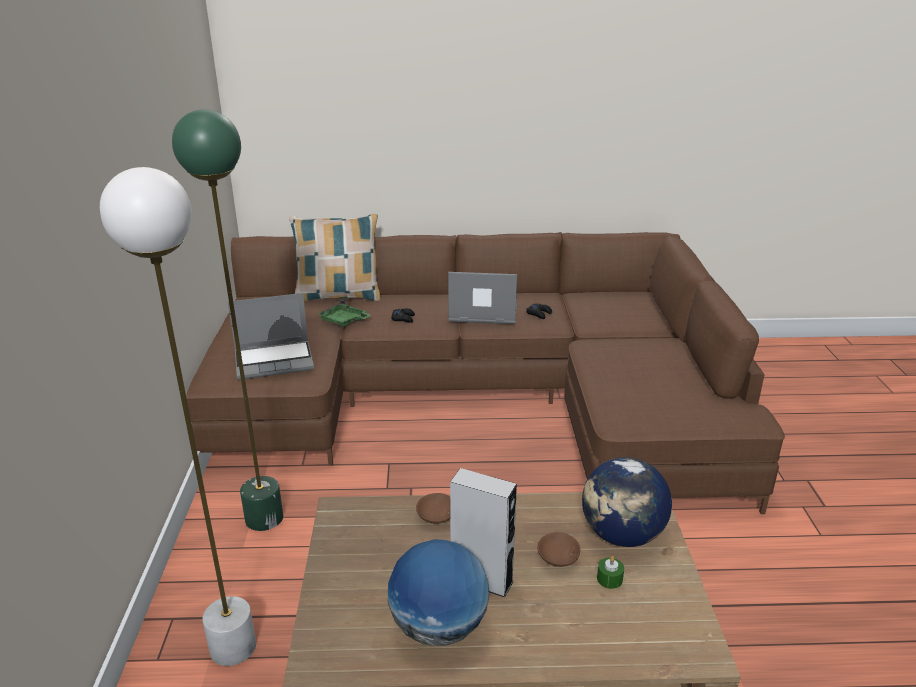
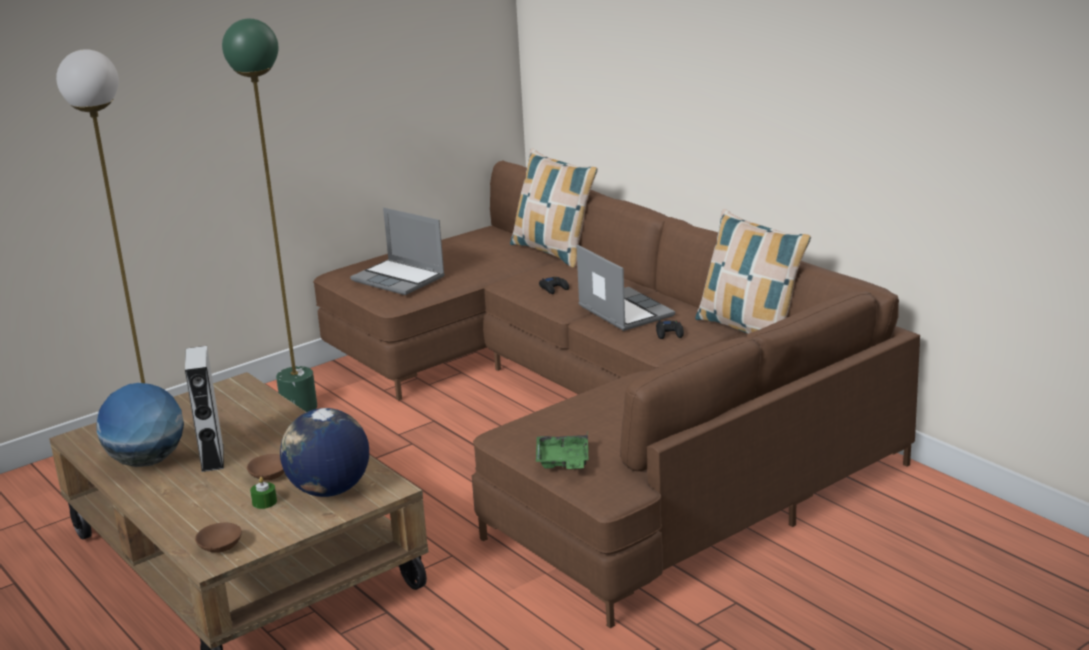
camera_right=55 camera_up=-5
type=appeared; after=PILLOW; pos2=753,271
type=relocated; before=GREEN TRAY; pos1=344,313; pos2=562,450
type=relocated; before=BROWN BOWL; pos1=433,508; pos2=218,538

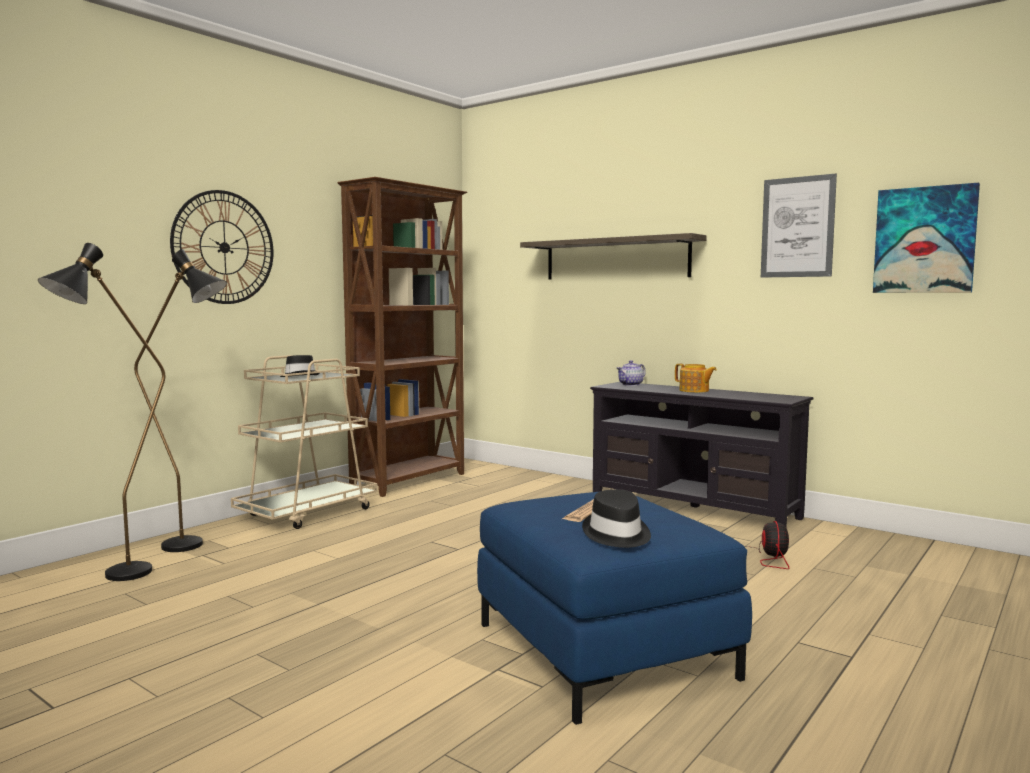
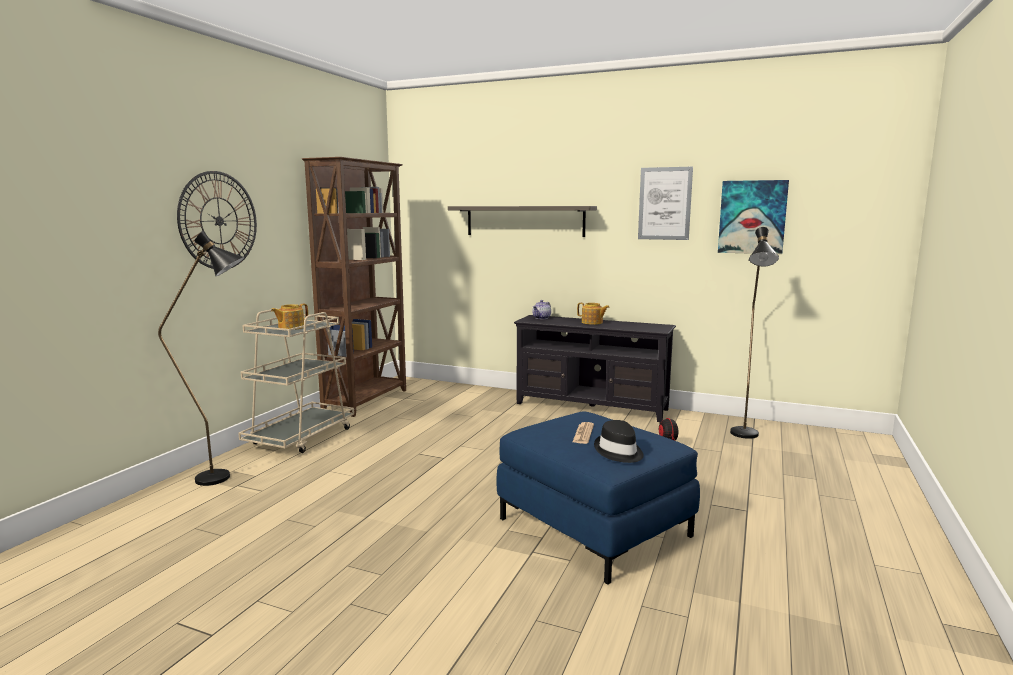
camera_right=-15 camera_up=5
type=relocated; before=BLACK FLOOR LAMP; pos1=101,412; pos2=754,333
type=exchanged; before=BLACK HAT; after=TEAPOT; pos1=299,366; pos2=289,317

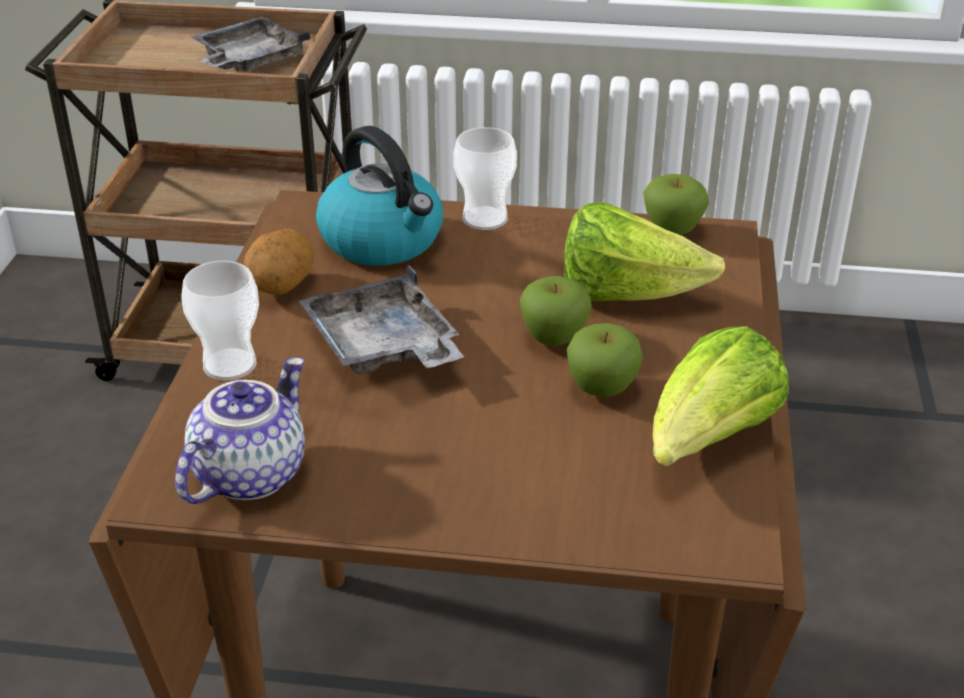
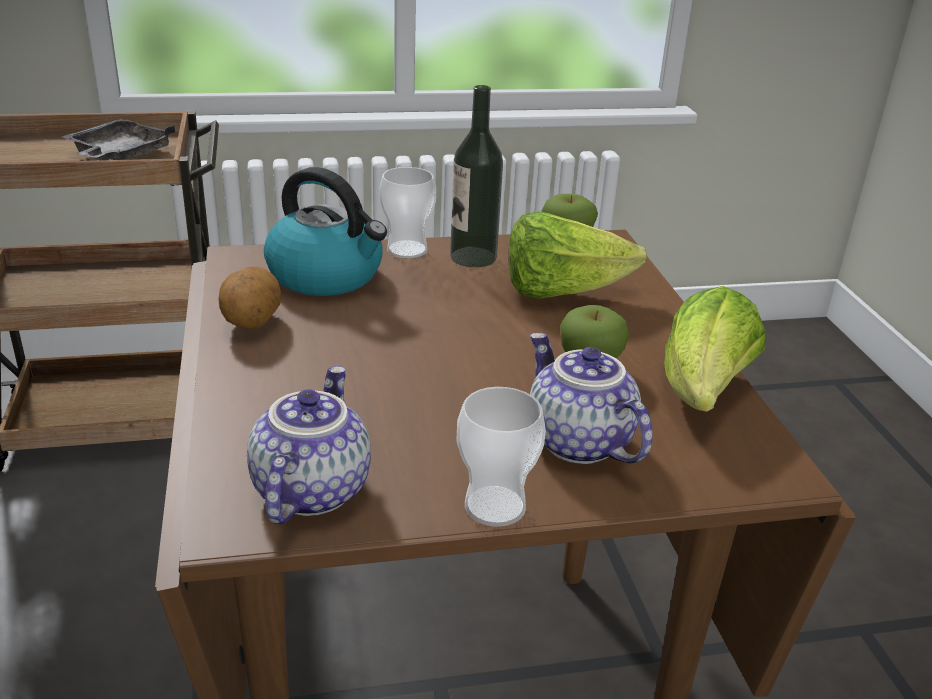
camera_right=-20 camera_up=-5
type=missing; before=GREY TRAY; pos1=381,319
type=missing; before=APPLE; pos1=556,311
type=appeared; after=BOTTLE; pos2=476,176
type=appeared; after=TEAPOT; pos2=591,398
type=relocated; before=CUP; pos1=220,321; pos2=501,457

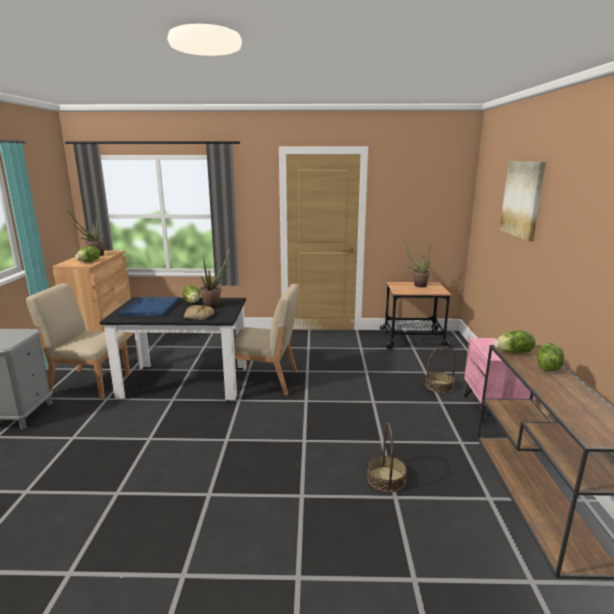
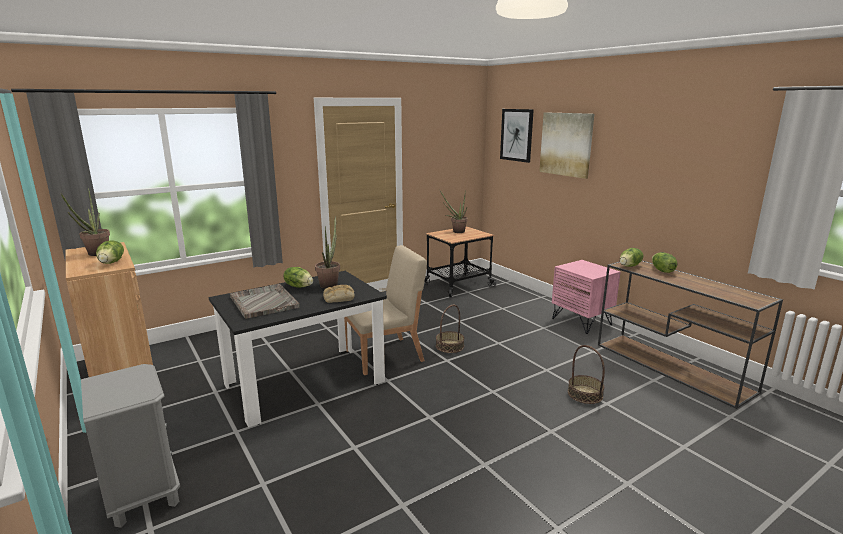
camera_right=-35 camera_up=0
type=missing; before=BEIGE CHAIR; pos1=78,340
type=appeared; after=PICTURE; pos2=517,136
type=relocated; before=BASKET; pos1=440,370; pos2=450,329
type=colour; before=BLUE TRAY; after=GREY TRAY; pos1=149,307; pos2=264,301

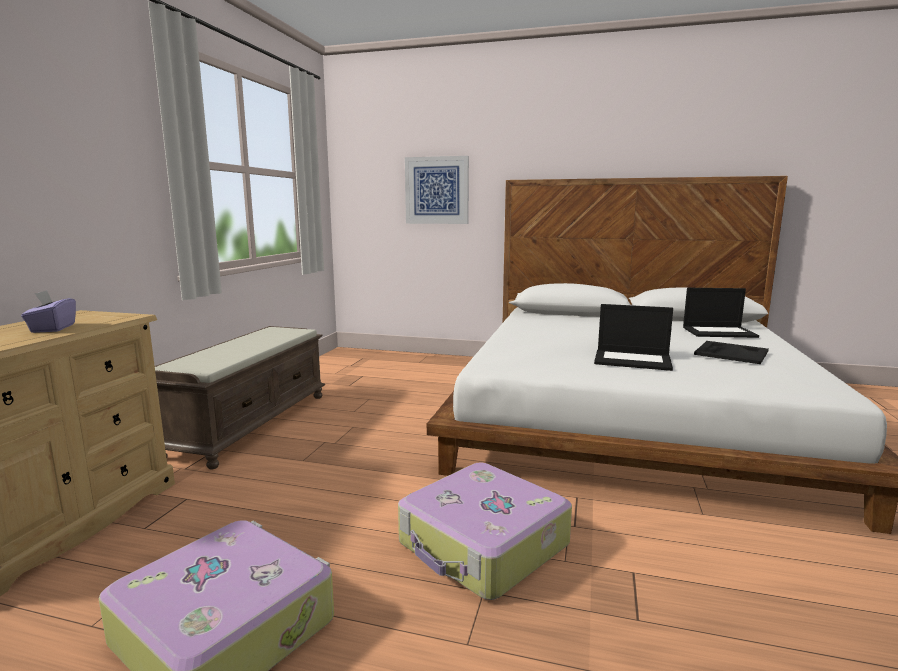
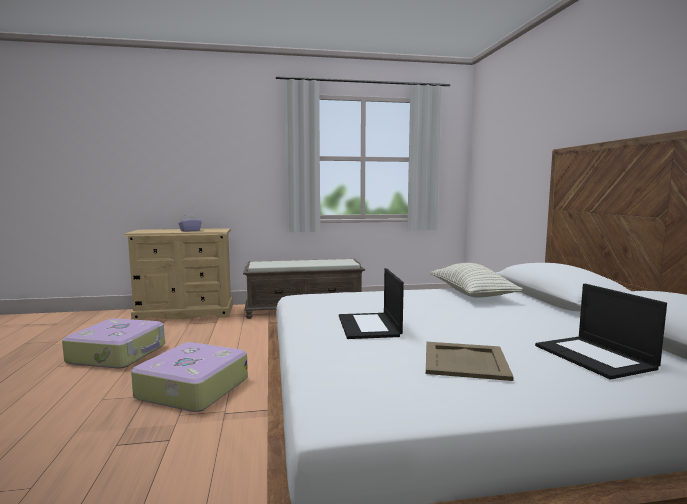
camera_right=65 camera_up=-5
type=missing; before=PICTURE; pos1=437,190
type=appeared; after=PILLOW; pos2=476,280
type=colour; before=BLACK TRAY; after=BEIGE TRAY; pos1=731,352; pos2=470,361

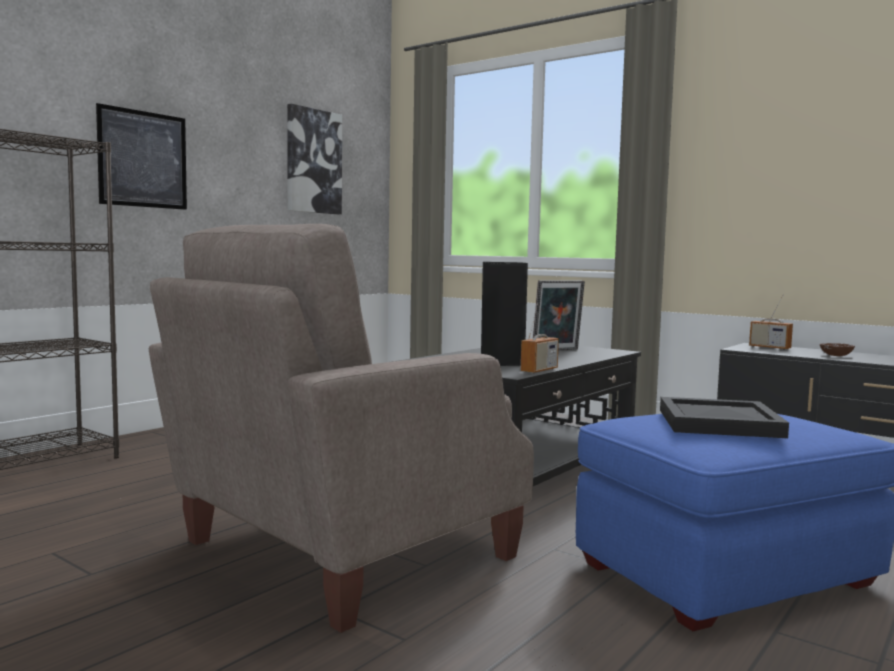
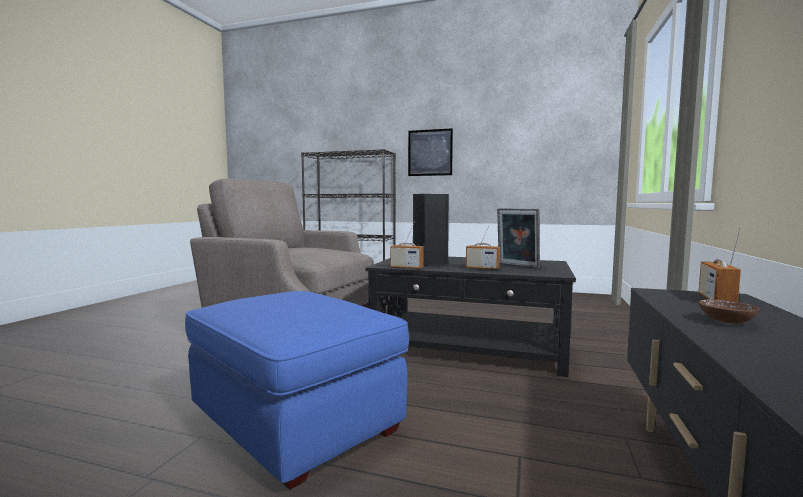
camera_right=70 camera_up=0
type=missing; before=PICTURE; pos1=314,159
type=missing; before=BLACK TRAY; pos1=724,417
type=appeared; after=RADIO; pos2=483,246

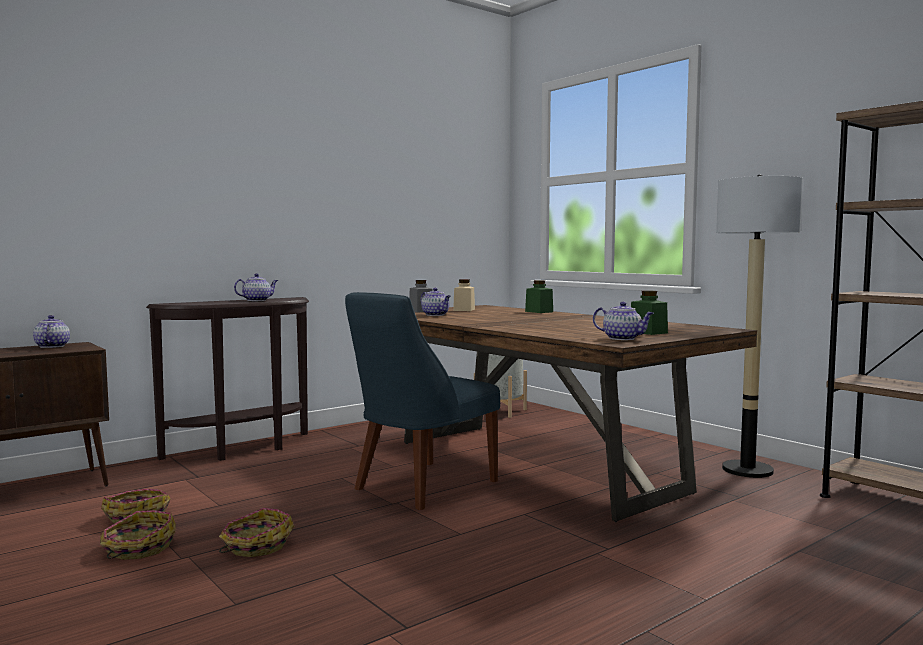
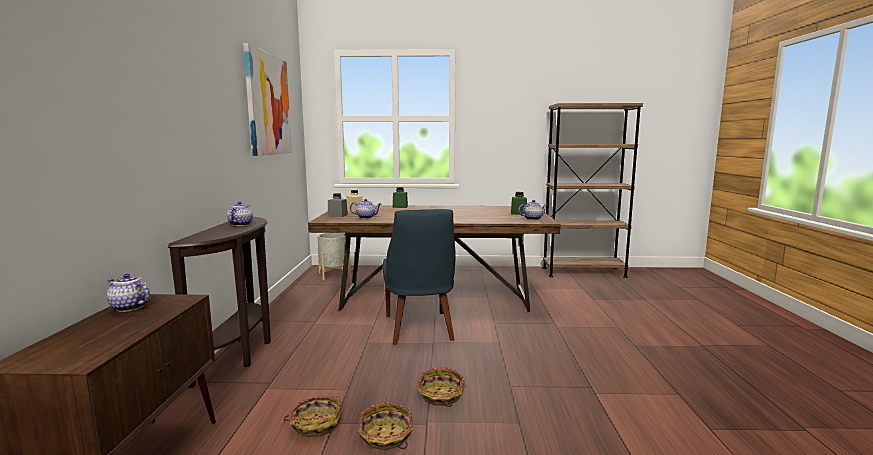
camera_right=-50 camera_up=5
type=missing; before=FLOOR LAMP; pos1=759,326
type=appeared; after=PICTURE; pos2=267,99

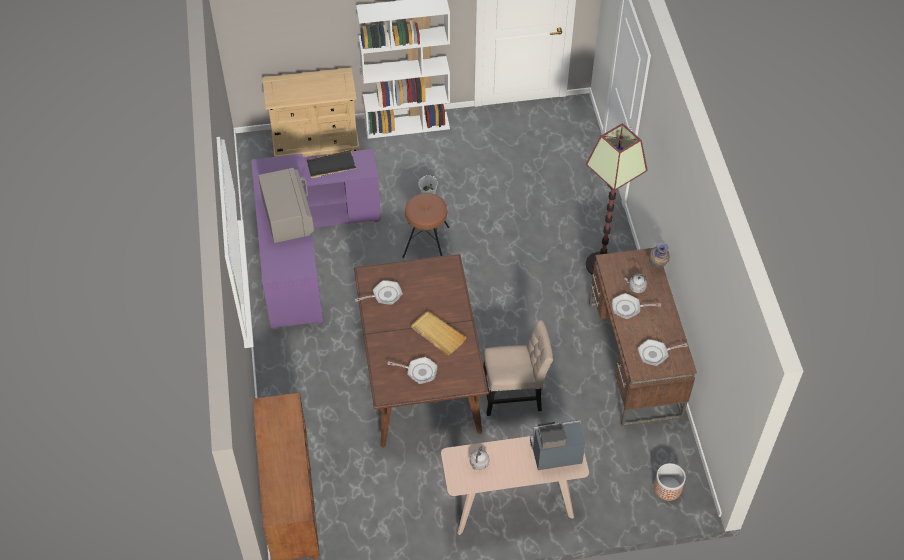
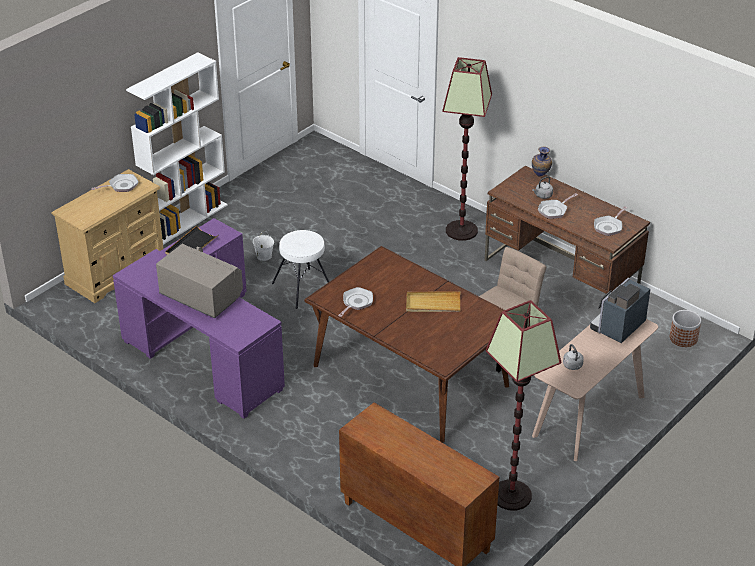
camera_right=-40 camera_up=-15
type=appeared; after=FLOOR LAMP; pos2=523,405
type=relocated; before=FRYING PAN; pos1=412,370; pos2=115,183
type=colour; before=BROWN STOOL; after=WHITE STOOL; pos1=425,225; pos2=300,269

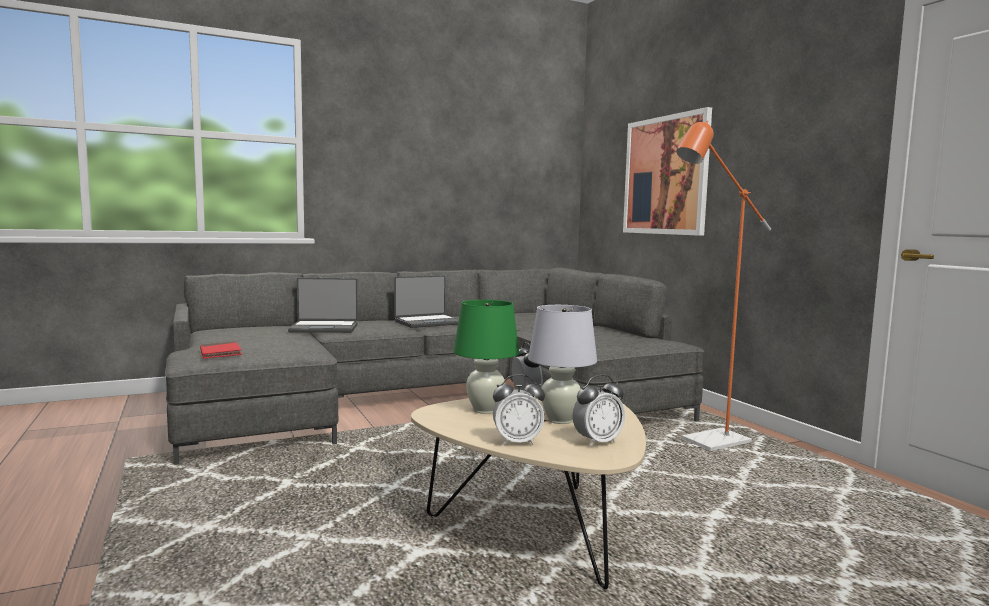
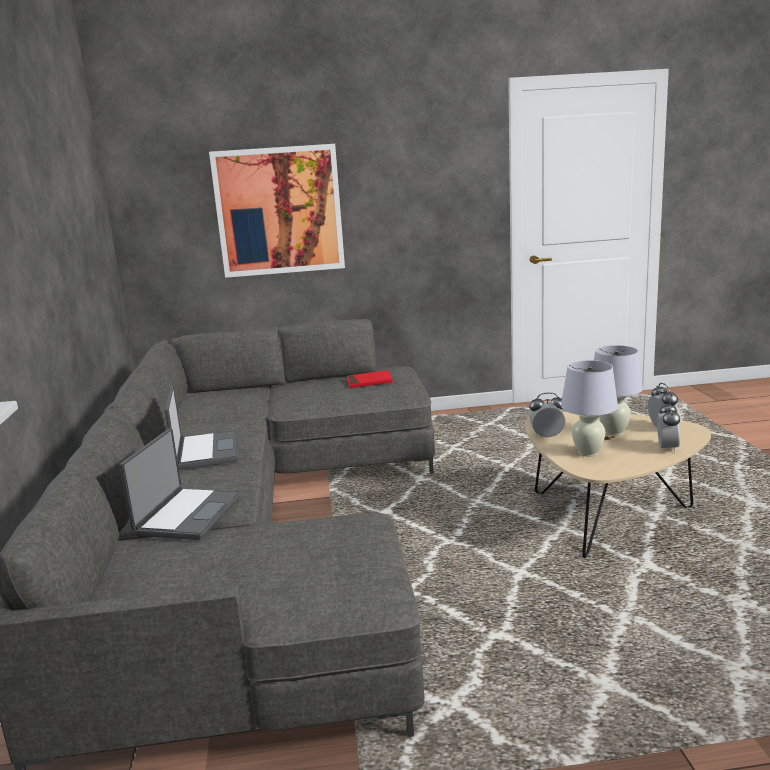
camera_right=-70 camera_up=10
type=missing; before=ORANGE FLOOR LAMP; pos1=723,285
type=relocated; before=RED BOOK; pos1=221,350; pos2=370,379
type=colour; before=GREEN TABLE LAMP; after=WHITE TABLE LAMP; pos1=486,357; pos2=589,408

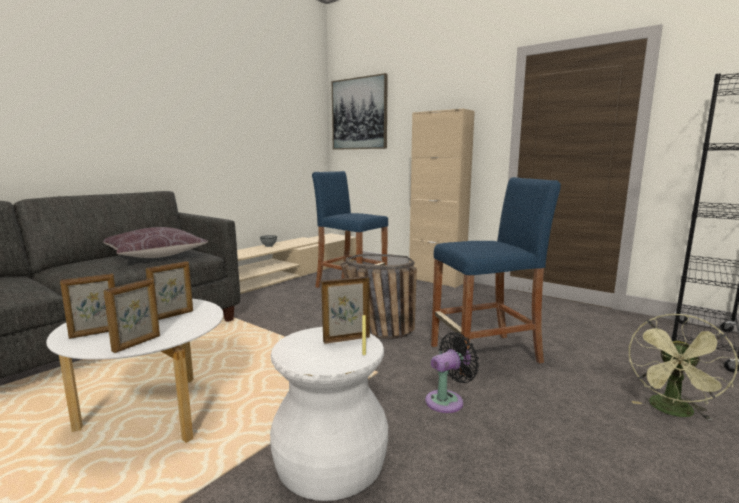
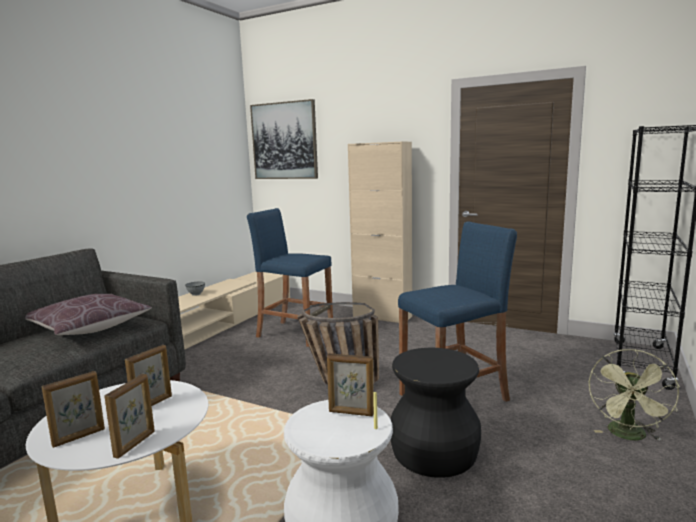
camera_right=-10 camera_up=0
type=exchanged; before=BLACK FAN; after=BLACK STOOL; pos1=452,372; pos2=436,413
type=spun; before=PICTURE FRAME; pos1=345,310; pos2=350,385; turn=-135

